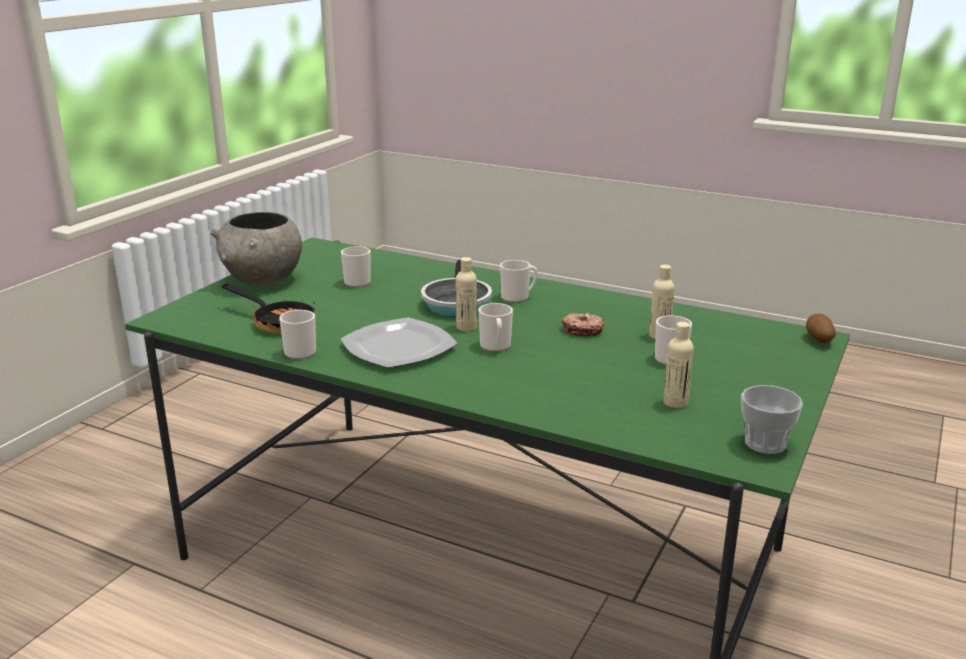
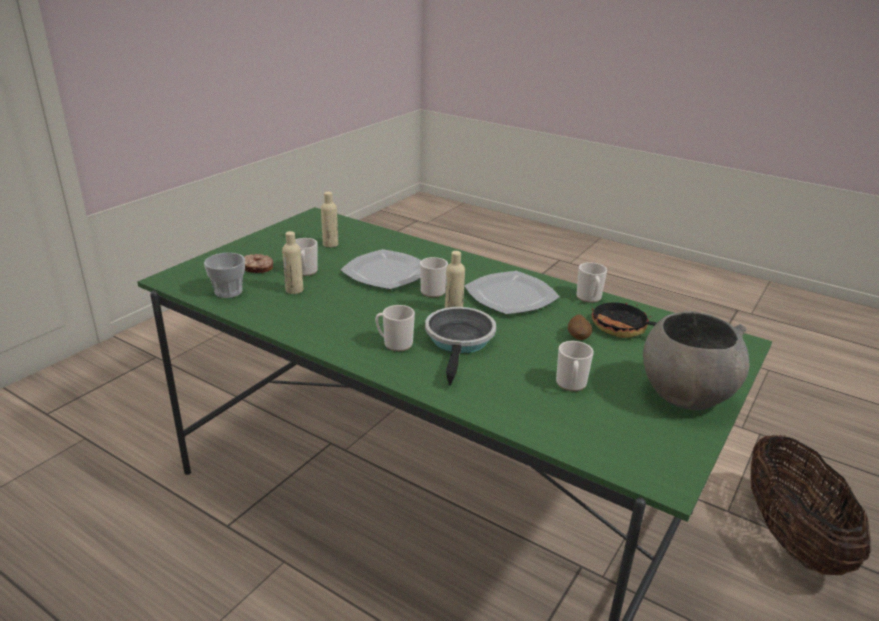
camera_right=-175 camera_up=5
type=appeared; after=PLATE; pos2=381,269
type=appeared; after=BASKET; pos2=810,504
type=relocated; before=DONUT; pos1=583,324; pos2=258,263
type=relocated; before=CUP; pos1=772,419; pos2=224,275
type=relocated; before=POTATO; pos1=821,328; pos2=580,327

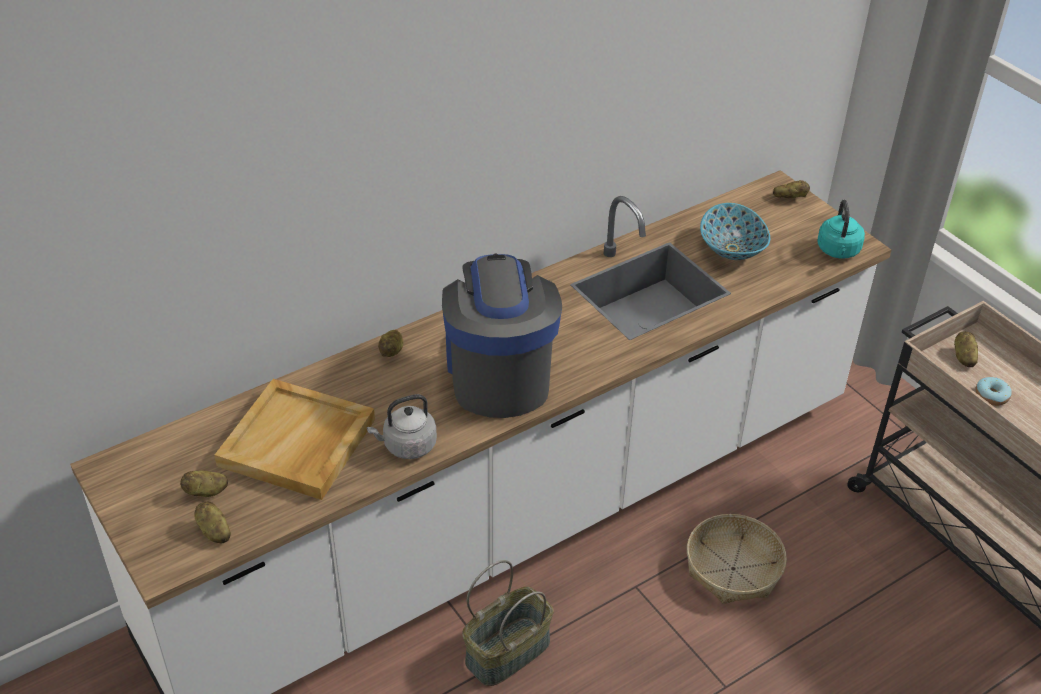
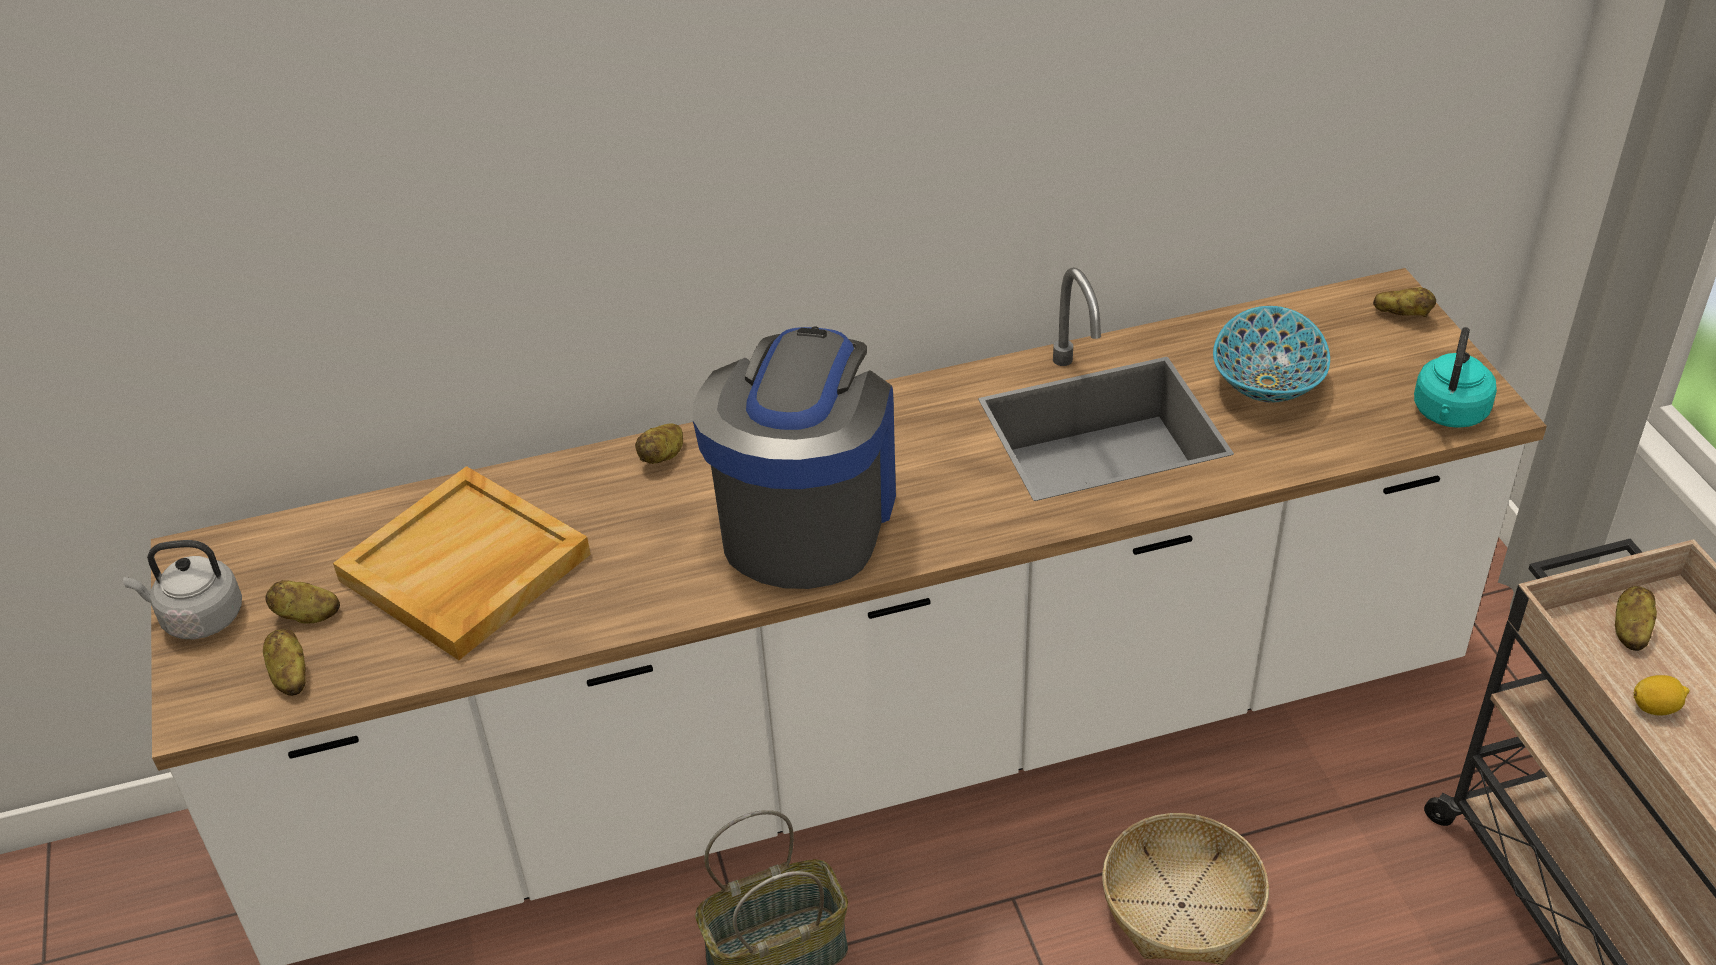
camera_right=20 camera_up=0
type=relocated; before=GREY KETTLE; pos1=402,426; pos2=182,589
type=exchanged; before=DONUT; after=LEMON; pos1=993,391; pos2=1661,695

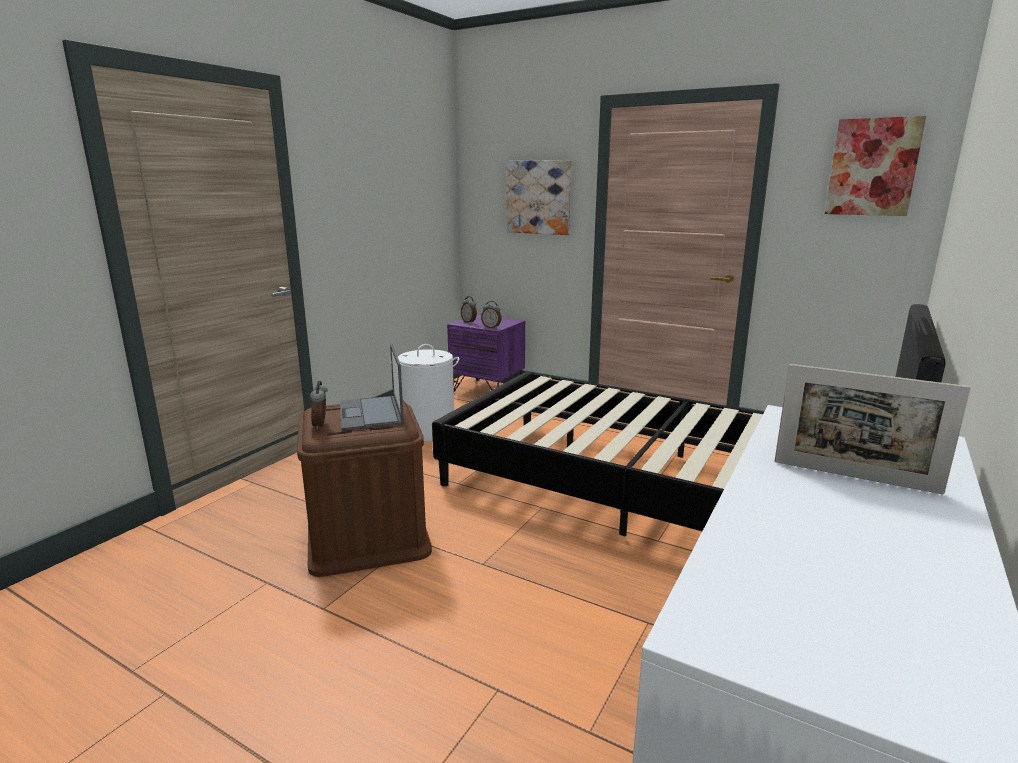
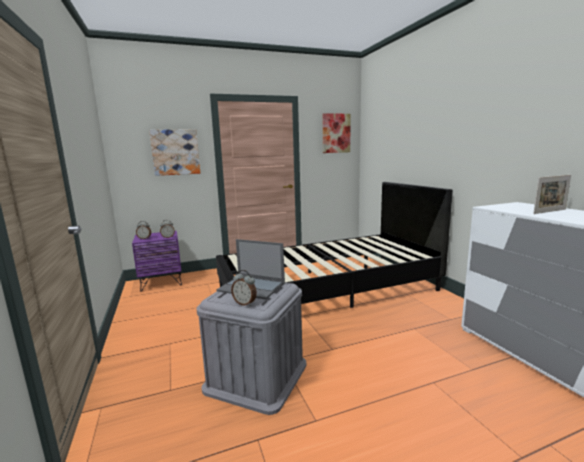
camera_right=-50 camera_up=-5
type=missing; before=WHITE LAUNDRY BASKET; pos1=428,392
type=colour; before=BROWN STORAGE BOX; after=GREY STORAGE BOX; pos1=364,489; pos2=251,348

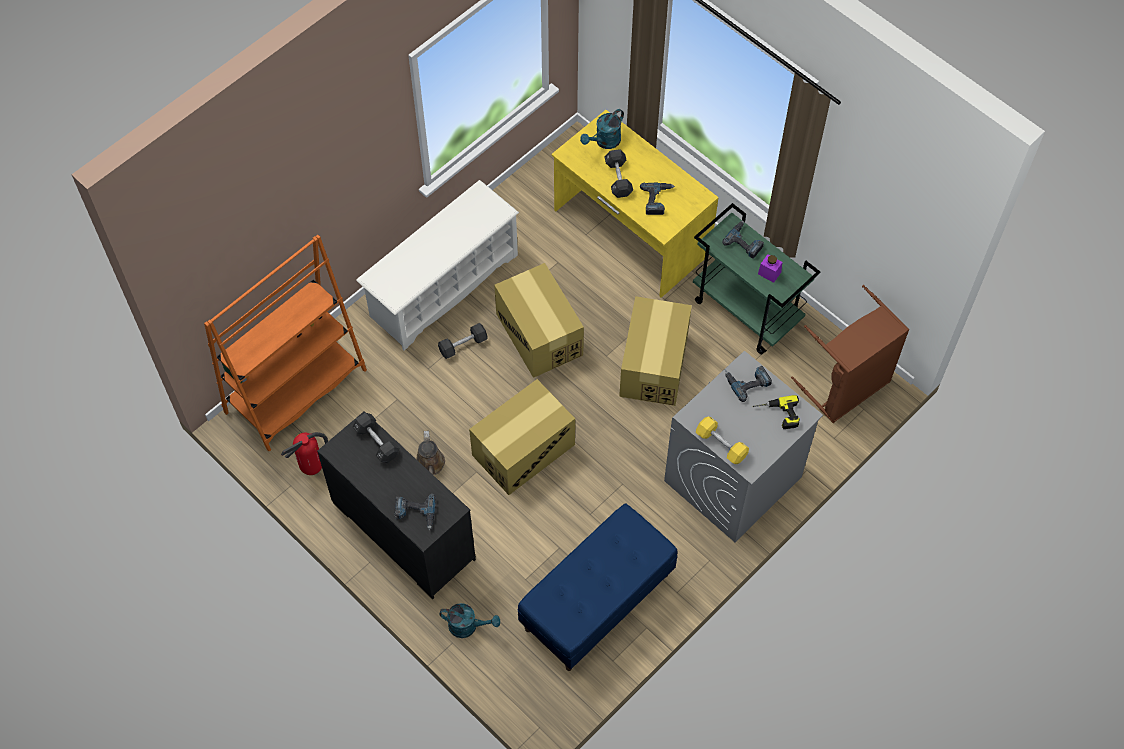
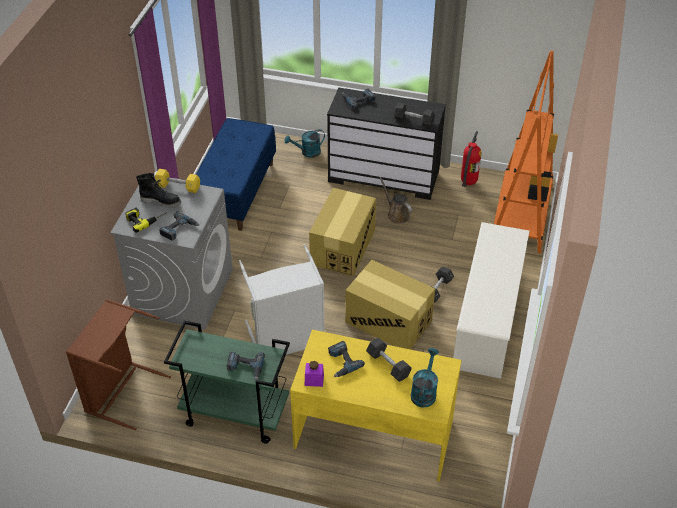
camera_right=150 camera_up=-15
type=appeared; after=BLACK BOOT; pos2=158,190
type=relocated; before=PURPLE JAR; pos1=770,268; pos2=314,374
type=exchanged; before=CARDBOARD BOX; after=GREY LAUNDRY BASKET; pos1=655,351; pos2=281,299

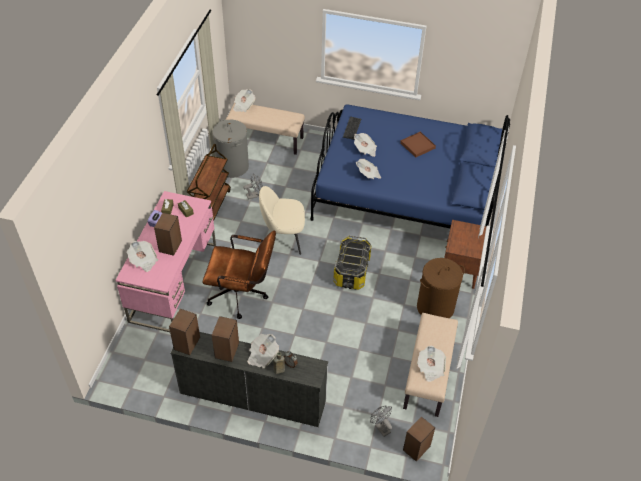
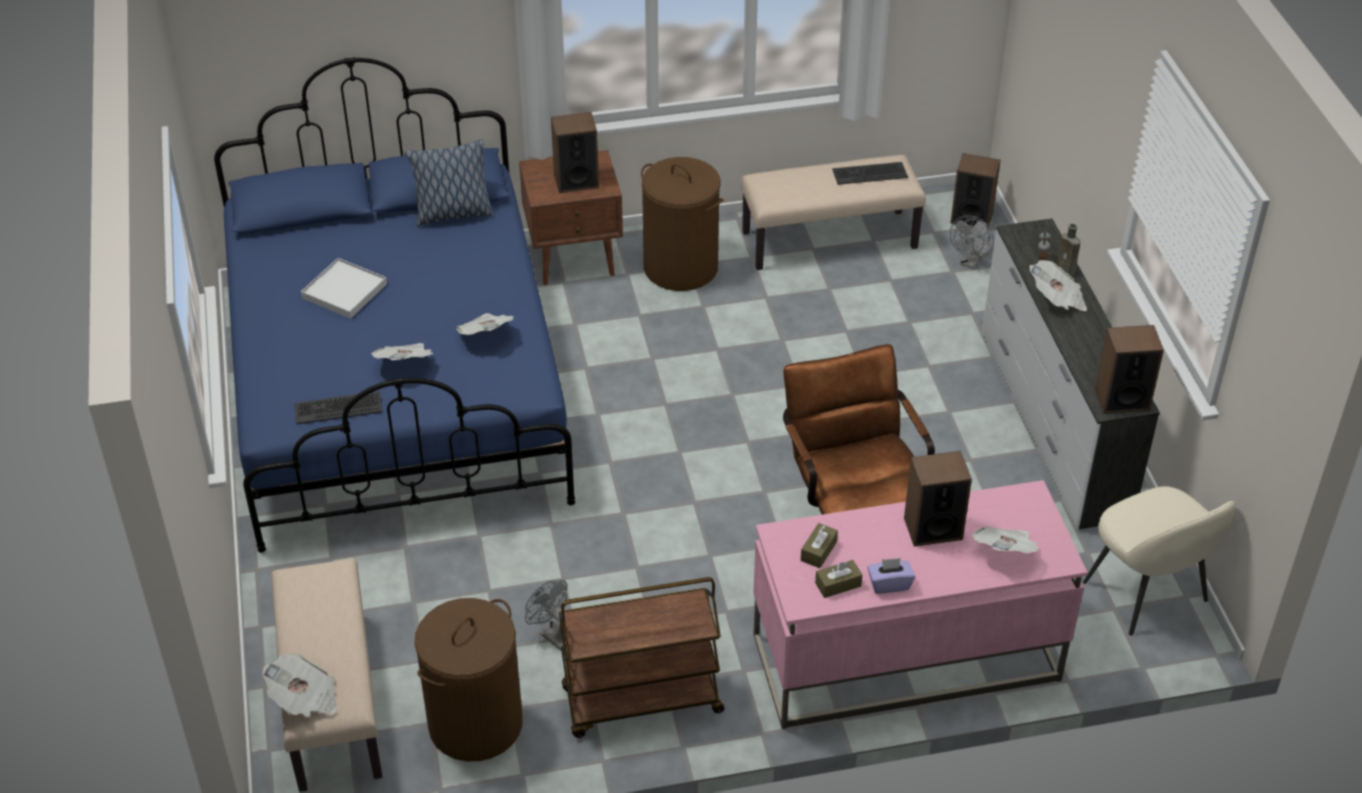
camera_right=-115 camera_up=-5
type=missing; before=STORAGE BOX; pos1=352,262
type=appeared; after=PILLOW; pos2=449,183
type=relocated; before=SPEAKER; pos1=225,339; pos2=575,152
type=relocated; before=BEIGE CHAIR; pos1=282,220; pos2=1159,561
type=exchanged; before=NEWSPAPER; after=KEYBOARD; pos1=431,363; pos2=870,173
type=colour; before=GREY LAUNDRY BASKET; after=BROWN LAUNDRY BASKET; pos1=230,148; pos2=469,679
type=colour; before=BROWN TRAY; after=WHITE TRAY; pos1=418,145; pos2=344,288

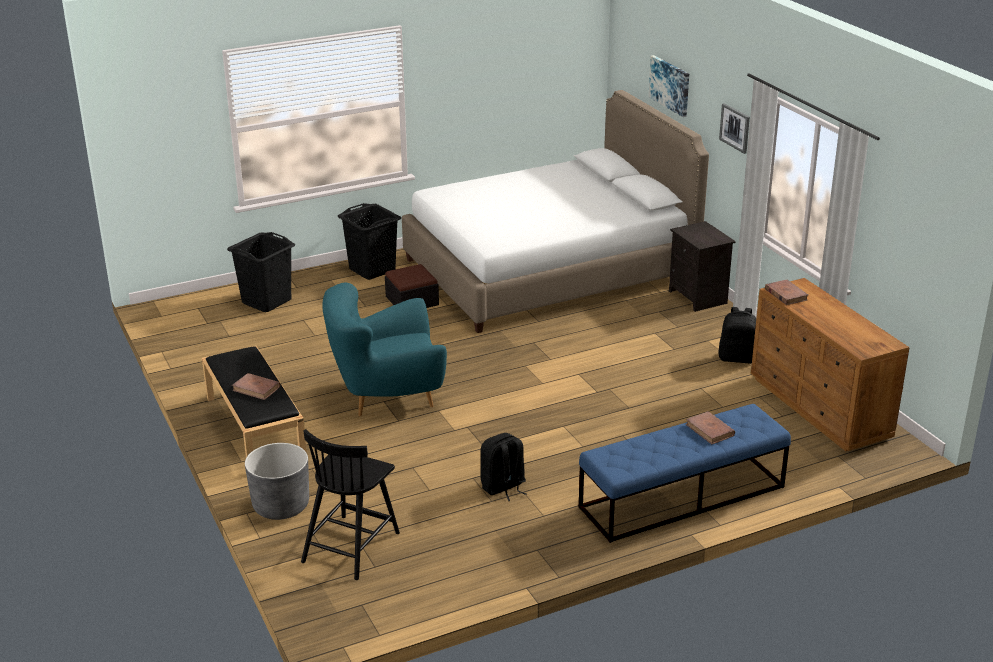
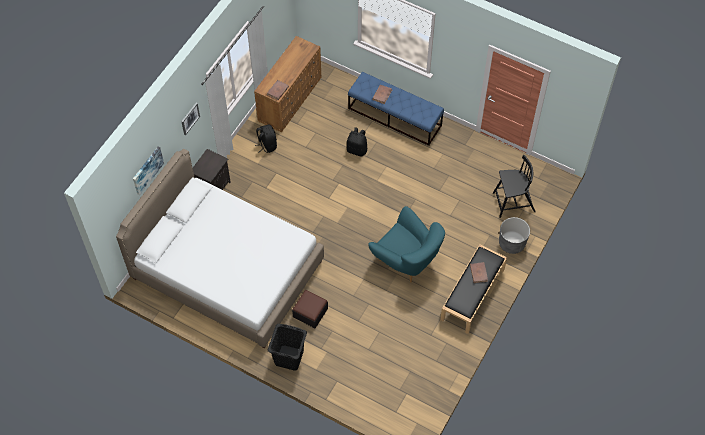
camera_right=-125 camera_up=30
type=missing; before=BLACK LAUNDRY BASKET; pos1=261,272
type=relocated; before=BLACK BACKPACK; pos1=503,467; pos2=356,142

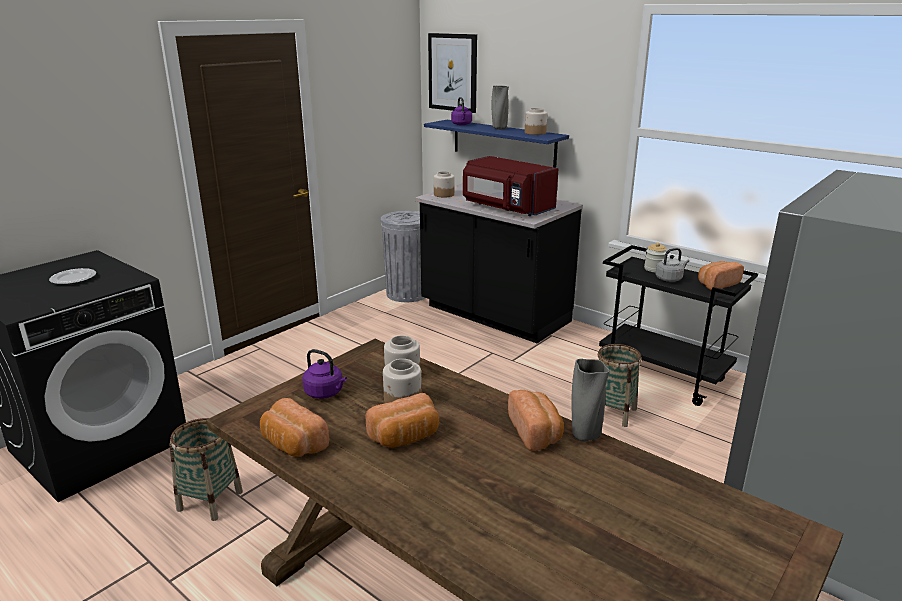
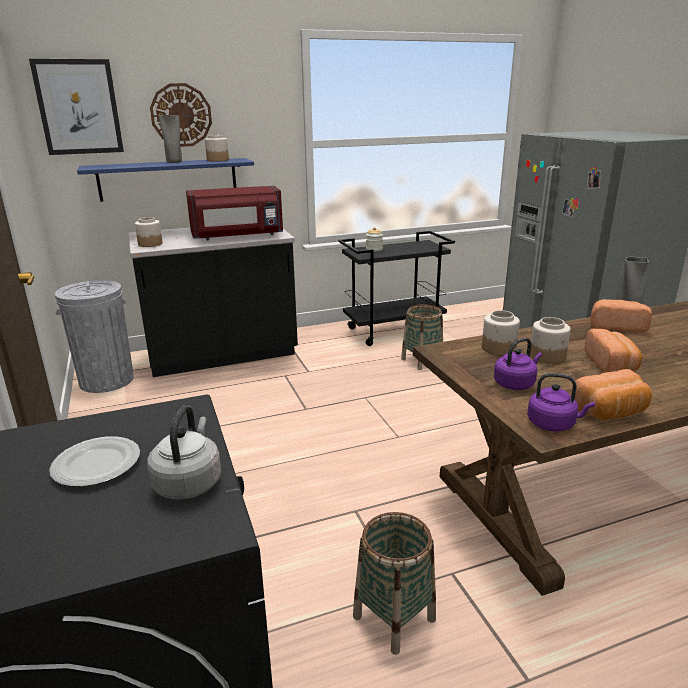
camera_right=-60 camera_up=0
type=missing; before=BREAD; pos1=721,275
type=appeared; after=WALL CLOCK; pos2=181,115
type=relocated; before=PURPLE KETTLE; pos1=461,111; pos2=561,402
type=relocated; before=GREY KETTLE; pos1=672,265; pos2=184,452

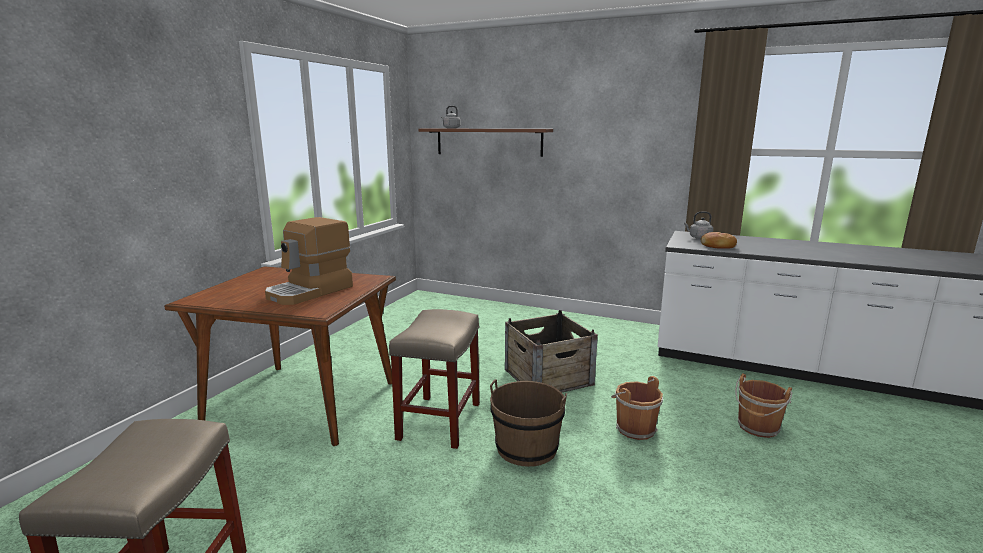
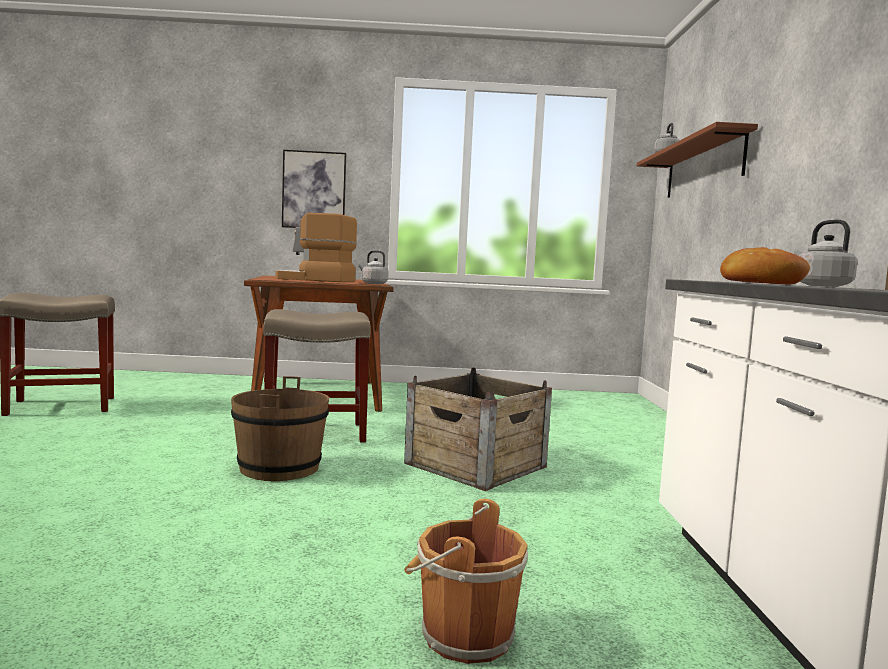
camera_right=65 camera_up=-10
type=missing; before=BROWN BUCKET; pos1=637,408
type=appeared; after=PICTURE; pos2=314,189
type=appeared; after=GREY KETTLE; pos2=373,267

